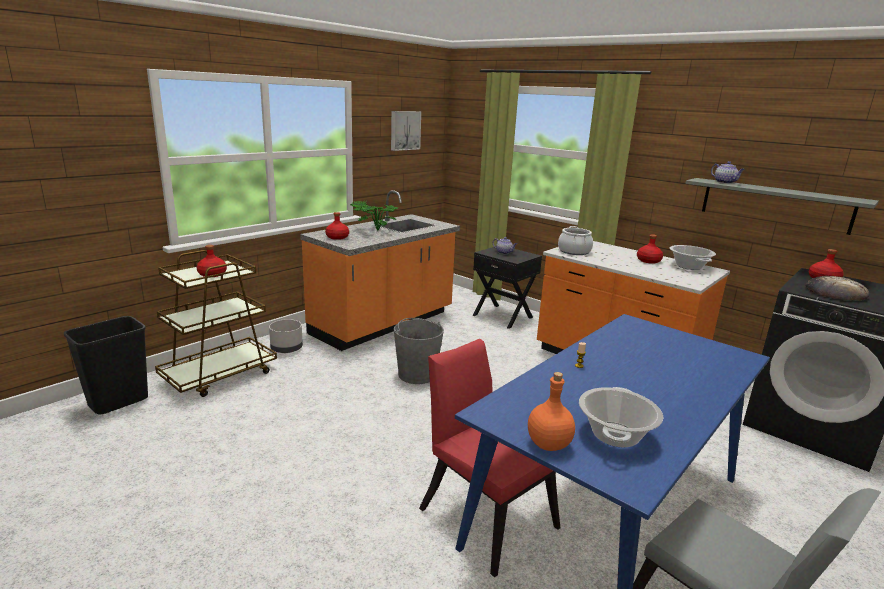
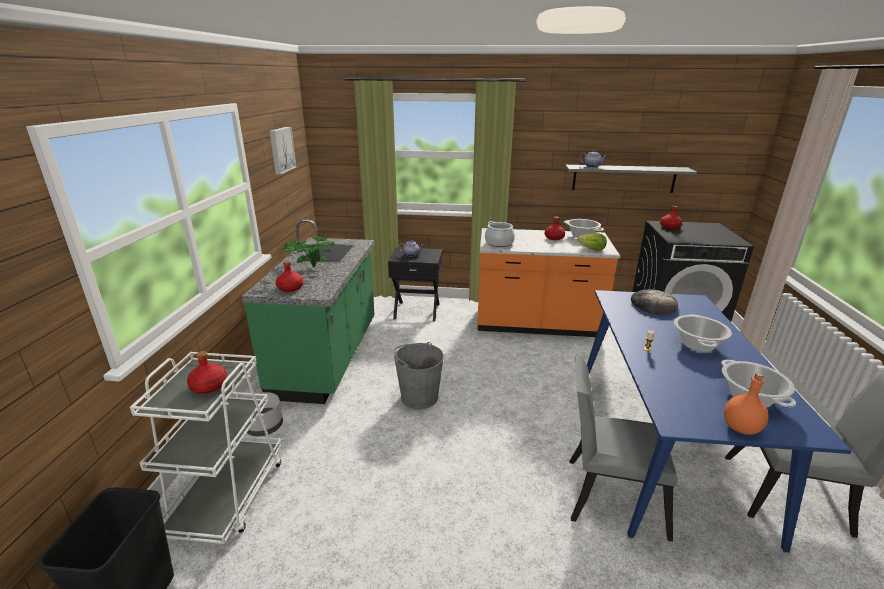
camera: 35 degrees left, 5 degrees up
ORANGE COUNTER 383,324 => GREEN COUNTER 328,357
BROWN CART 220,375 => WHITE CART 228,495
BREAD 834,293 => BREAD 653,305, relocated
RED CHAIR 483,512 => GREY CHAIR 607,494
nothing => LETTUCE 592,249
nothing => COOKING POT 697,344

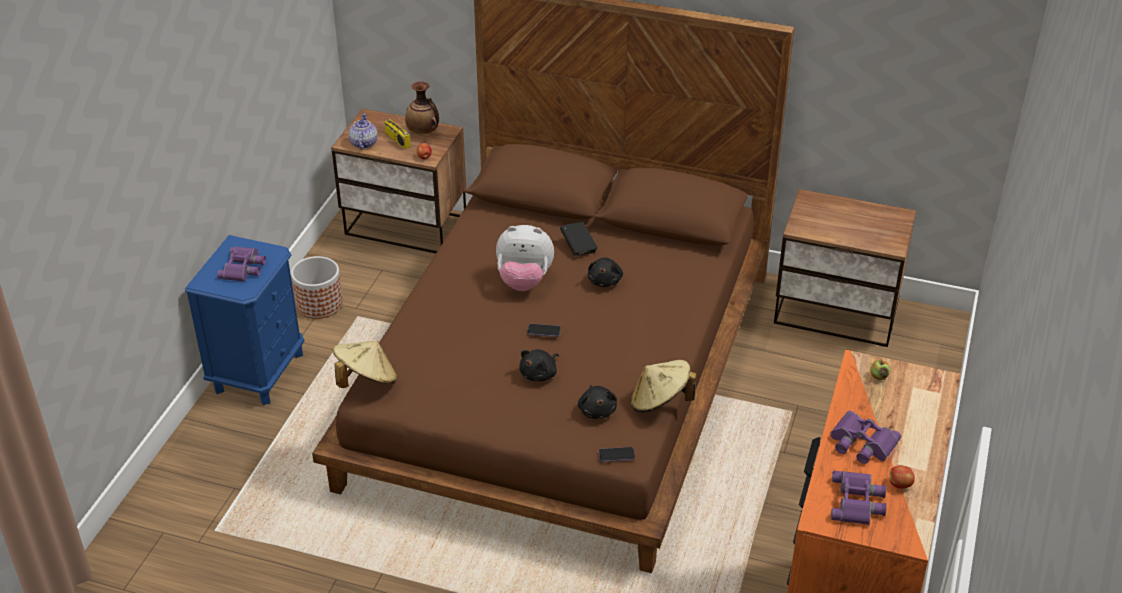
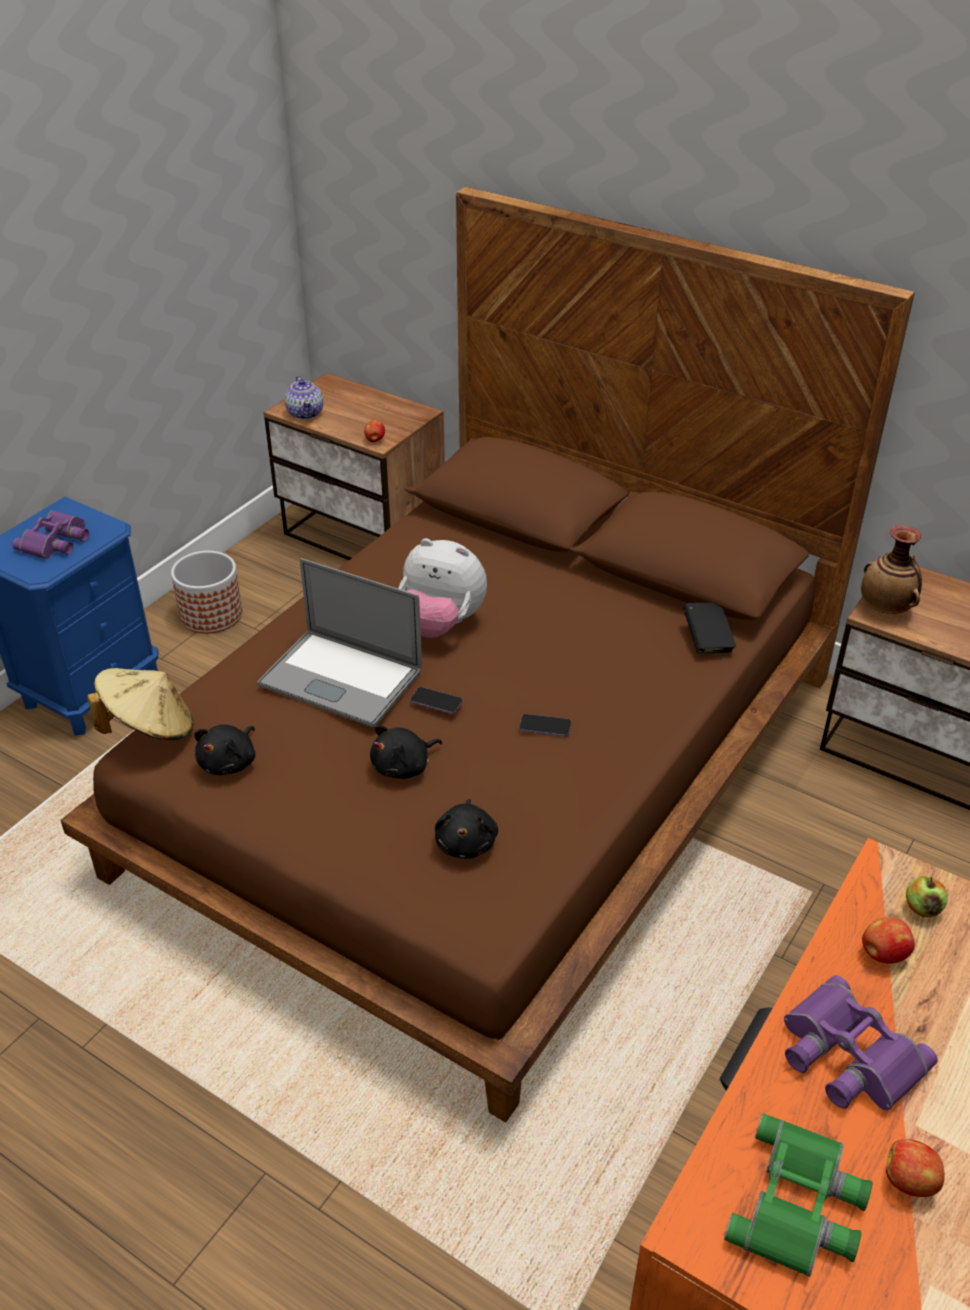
camera: 15 degrees right, 0 degrees up
VASE 423,132 => VASE 885,609, relocated
RADIO 396,140 => nothing
TEAPOT 363,143 => TEAPOT 305,413, 150 degrees clockwise
BLACK BOOK 578,247 => BLACK BOOK 707,639, relocated
BLACK PLUSH TOY 605,280 => BLACK PLUSH TOY 230,762, relocated
BEIGE HAT 660,402 => nothing
PHONE 616,455 => PHONE 545,726, relocated
PURPLE BINOCULARS 858,502 => GREEN BINOCULARS 800,1206
nothing => LAPTOP 340,678
nothing => APPLE 883,954

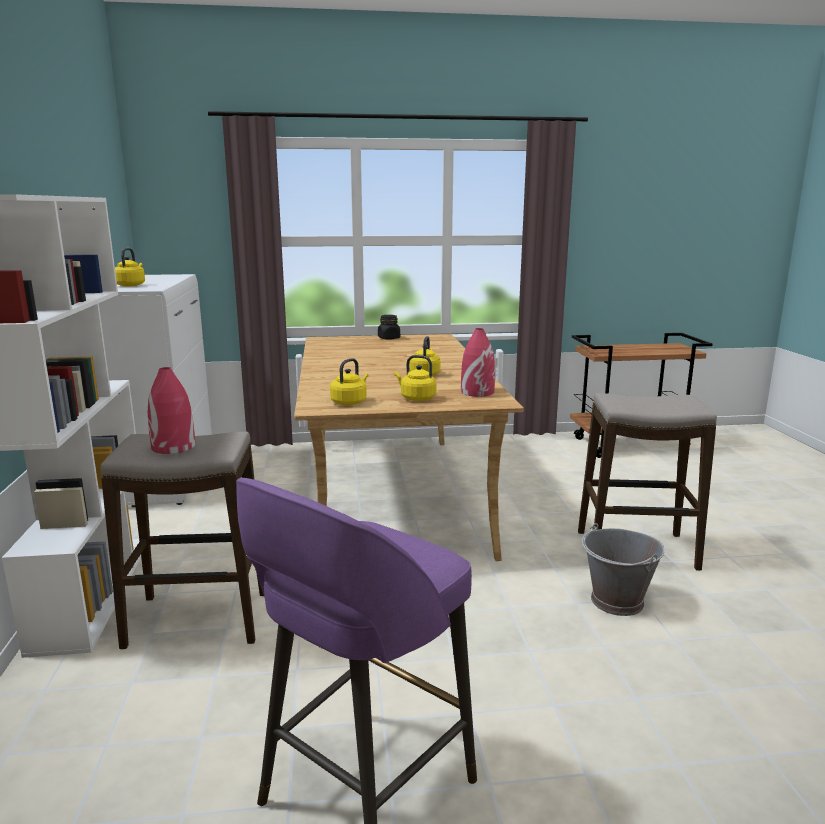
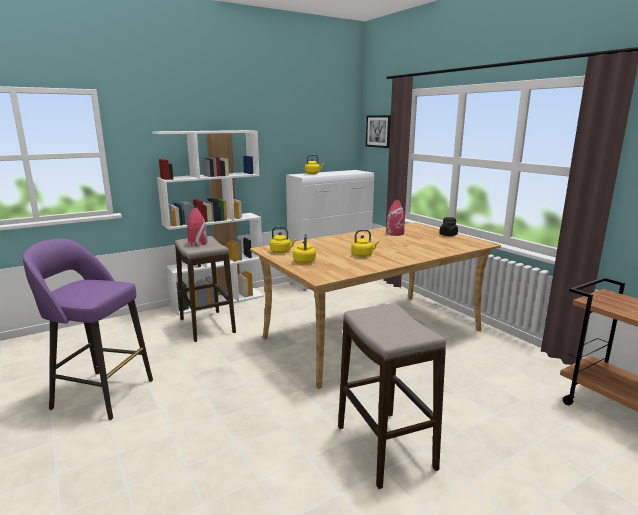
camera: 65 degrees right, 0 degrees up
RED VASE 477,392 => RED VASE 395,233, relocated
GREY BUCKET 617,601 => nothing
nothing => PICTURE 379,131

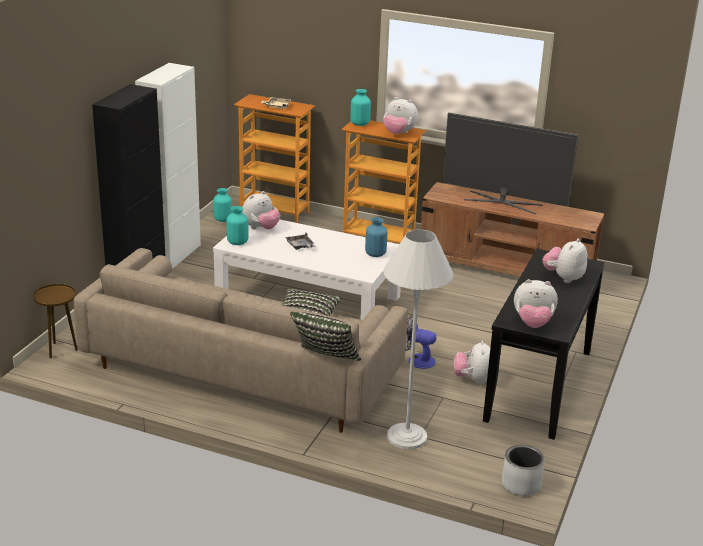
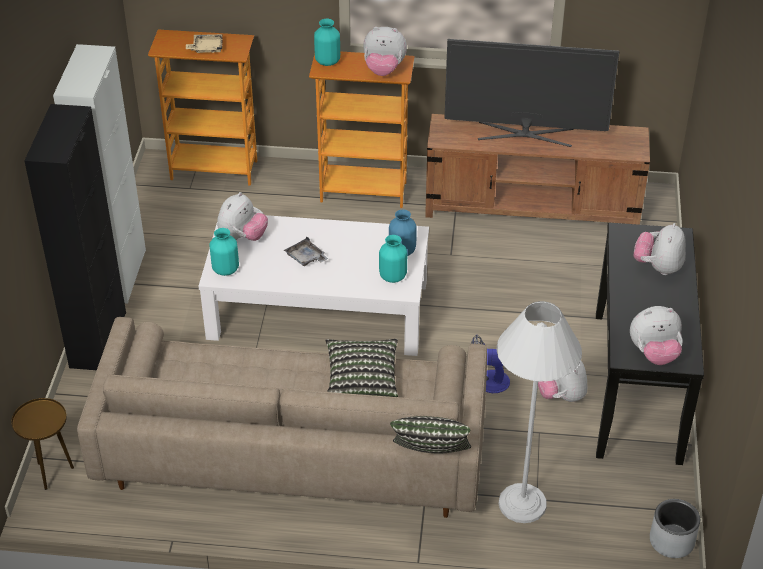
camera: 15 degrees left, 15 degrees up
TURQUOISE VASE 223,219 => TURQUOISE VASE 393,276, relocated

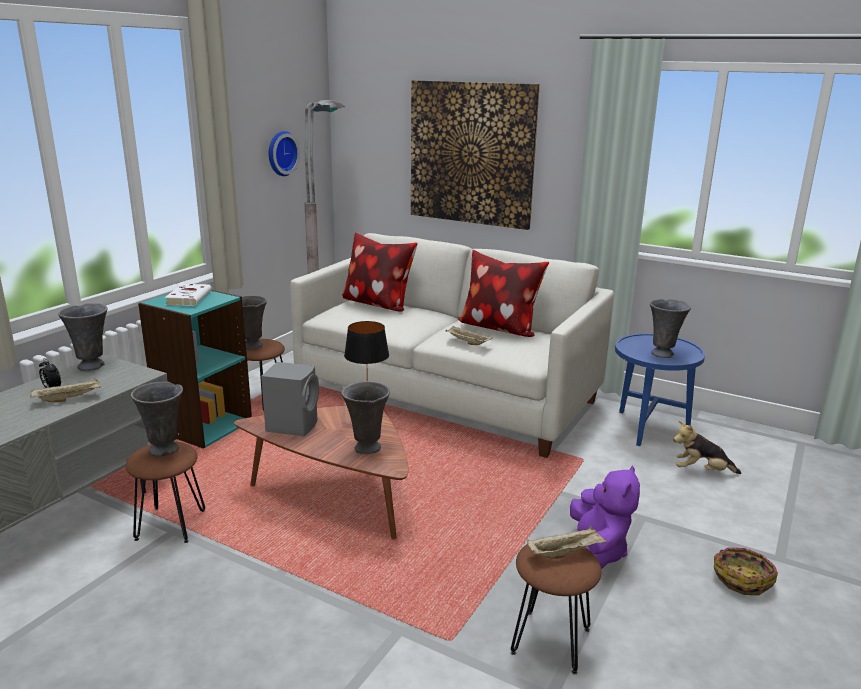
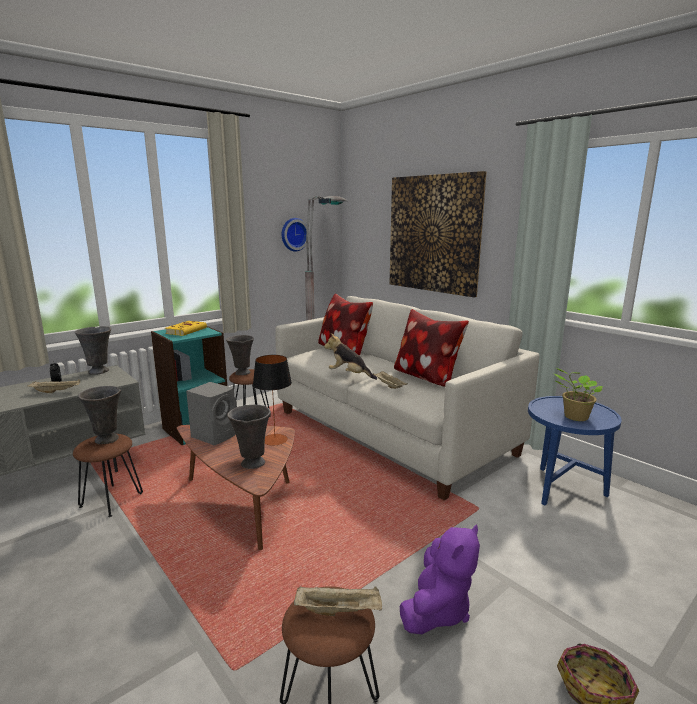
camera: 20 degrees right, 5 degrees down
WHITE BOOK 189,298 => YELLOW BOOK 187,330
GREY VASE 663,354 => POTTED PLANT 574,417
PLUSH TOY 701,471 => PLUSH TOY 349,375, relocated

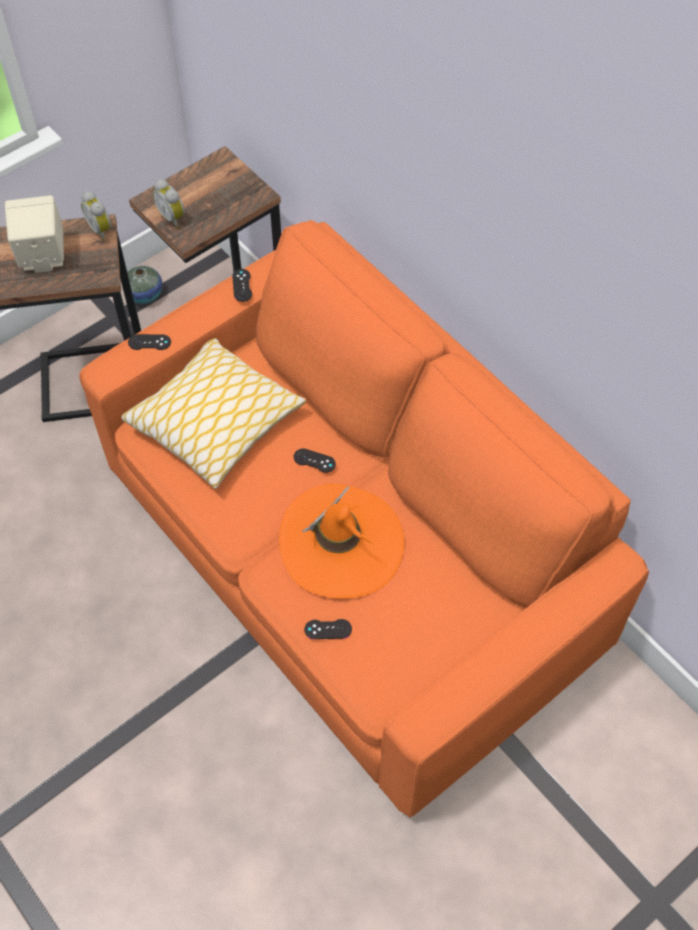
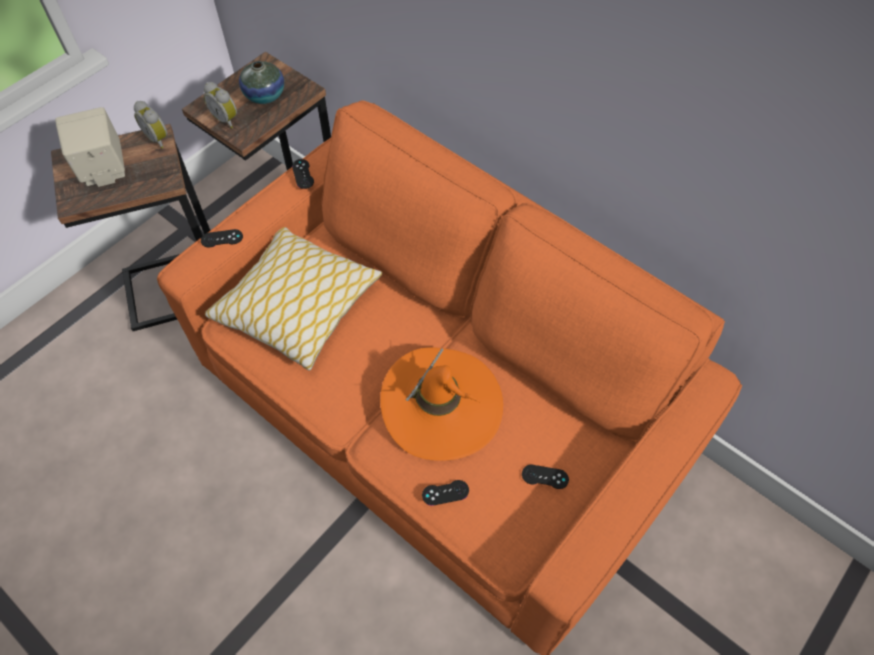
camera: 10 degrees left, 0 degrees up
VASE 144,294 => VASE 265,95, relocated
BLACK GAME CONTROLLER 314,460 => BLACK GAME CONTROLLER 545,477, relocated

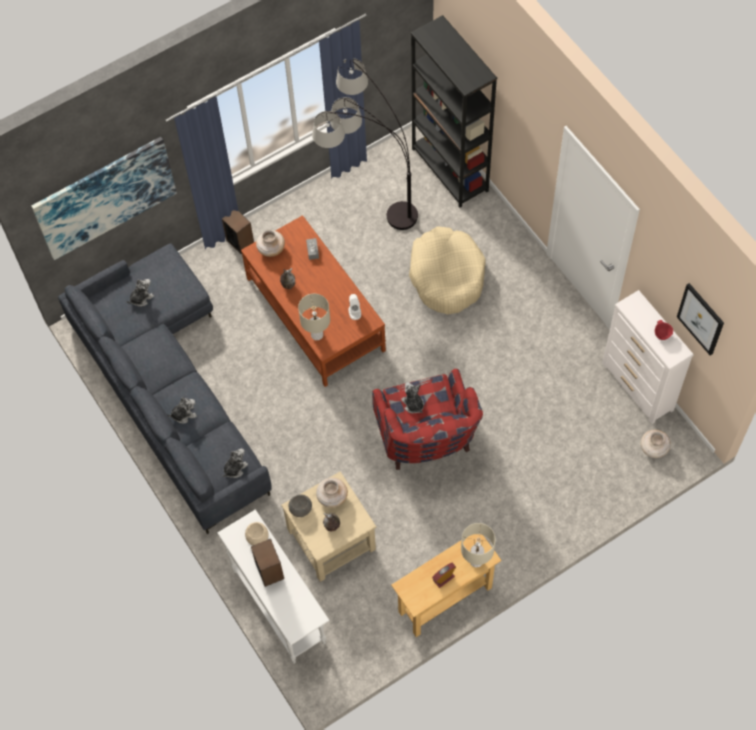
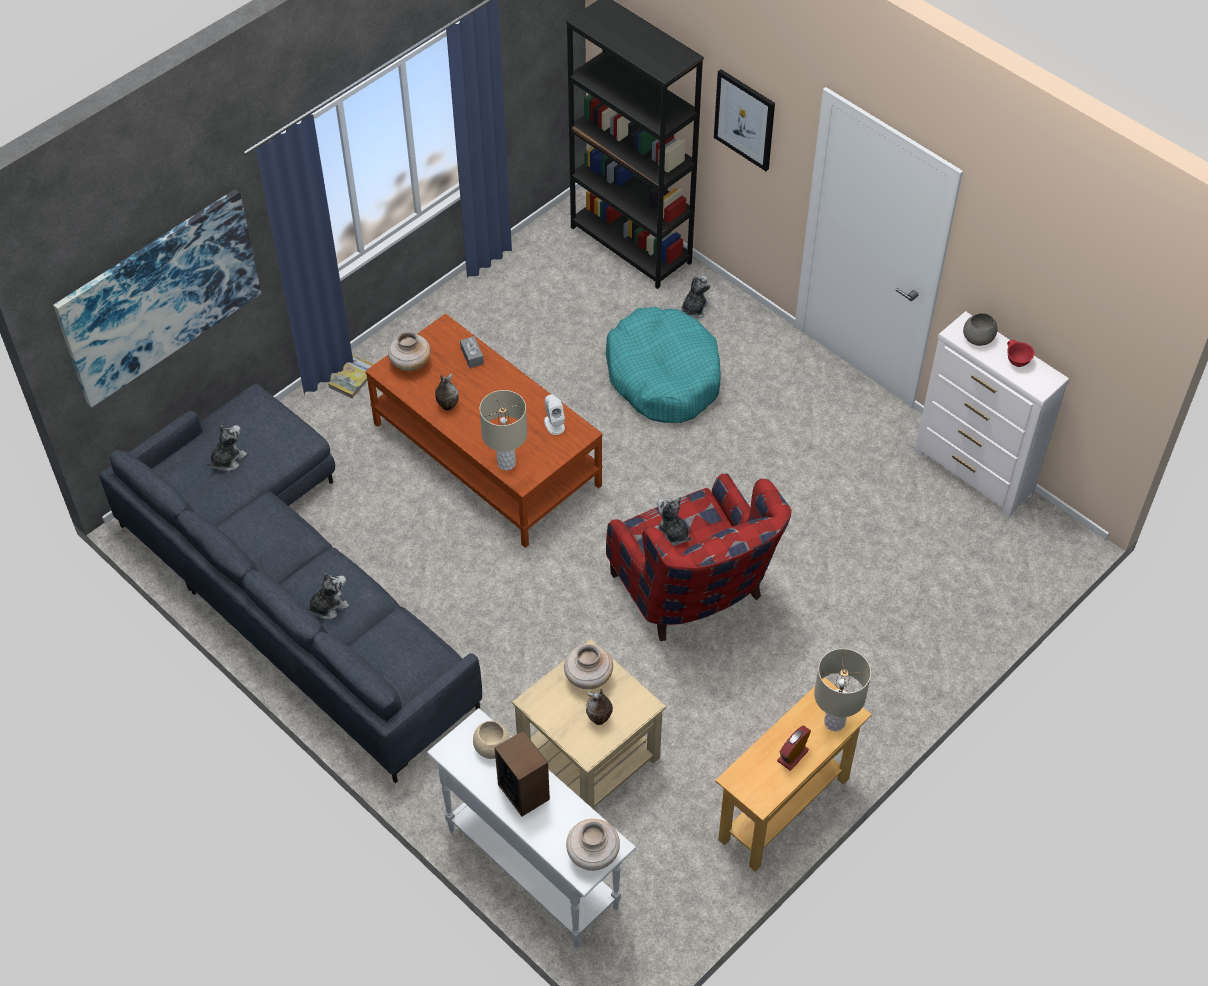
camera: 15 degrees left, 10 degrees down
FLOOR LAMP 365,206 => nothing
SPEAKER 240,241 => BOOK 353,378
BEIGE DOG BED 446,276 => TURQUOISE DOG BED 663,376
PICTURE 701,319 => PICTURE 745,119, relocated
BEIGE VASE 653,449 => BEIGE VASE 592,855, relocated
PLUSH TOY 235,468 => PLUSH TOY 694,309, relocated
GREY BOWL 301,508 => GREY BOWL 979,337, relocated

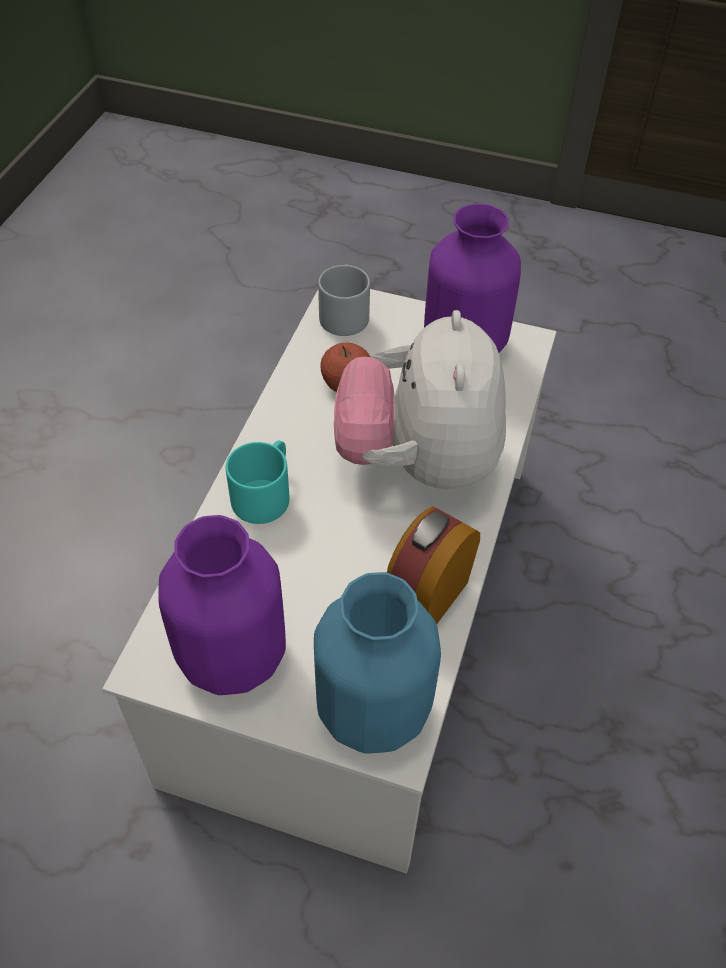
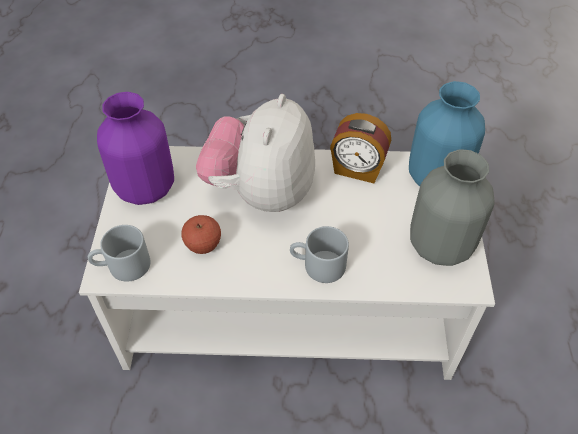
camera: 105 degrees left, 0 degrees up
PLUSH TOY 419,461 => PLUSH TOY 261,192, 120 degrees clockwise
TURQUOISE MUG 264,492 => GREY MUG 317,265
PURPLE VASE 231,655 => GREY VASE 440,246

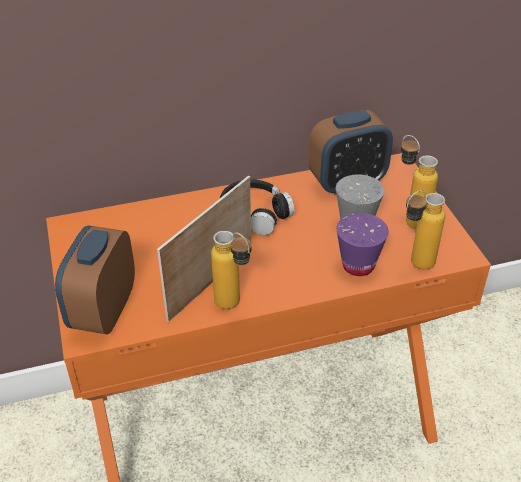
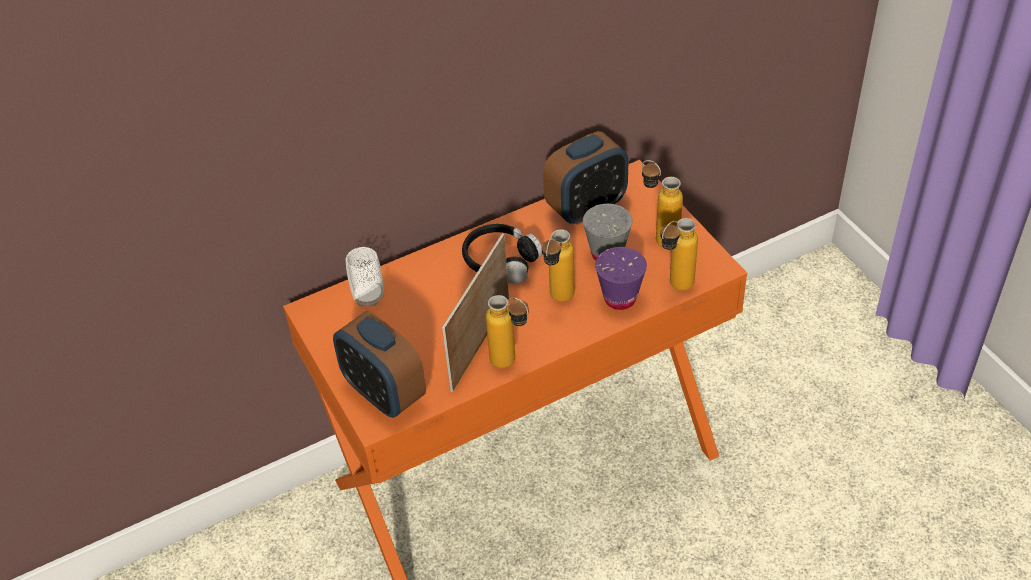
camera: 10 degrees left, 5 degrees up
ALARM CLOCK 103,311 => ALARM CLOCK 384,393, 45 degrees counterclockwise
nothing => BOTTLE 558,301
nothing => CUP 368,297

